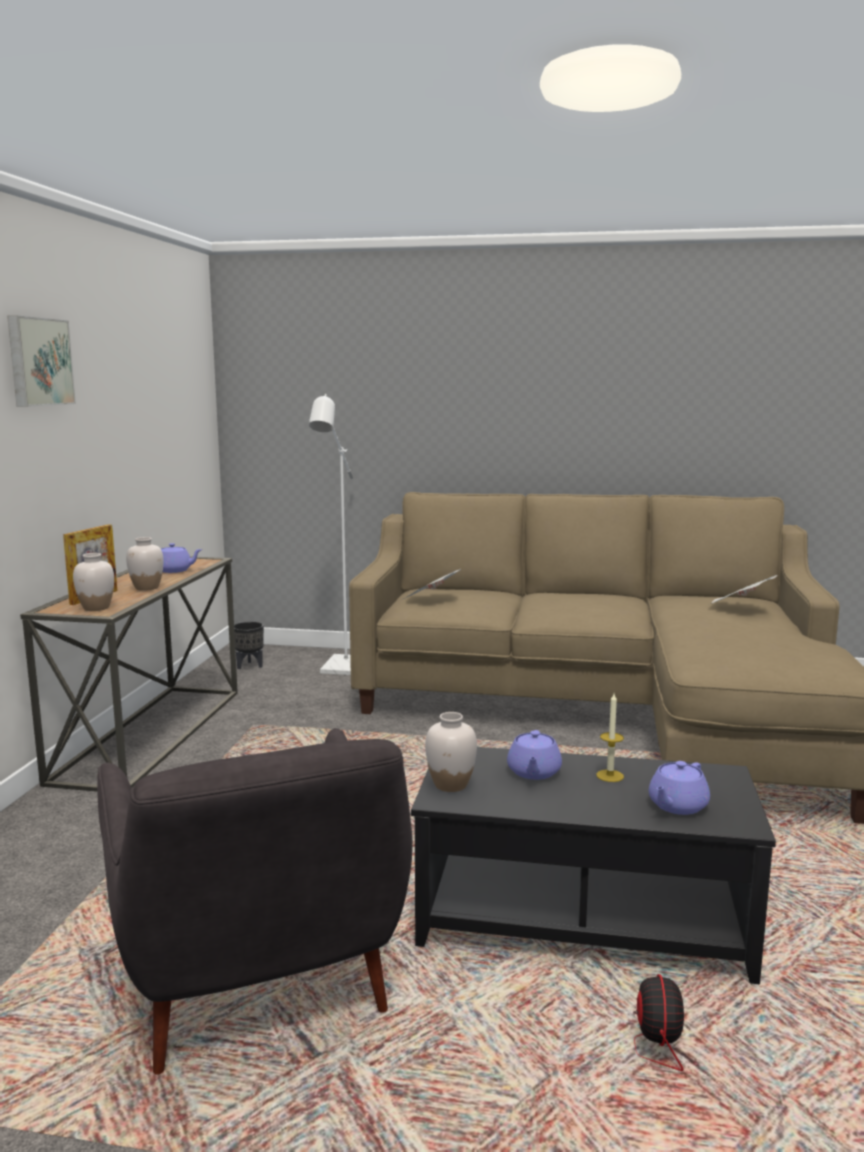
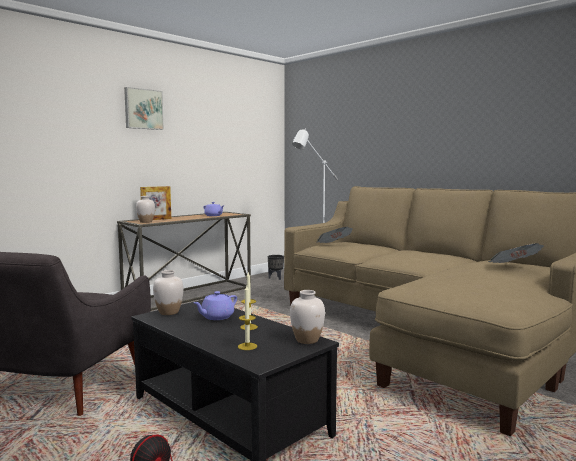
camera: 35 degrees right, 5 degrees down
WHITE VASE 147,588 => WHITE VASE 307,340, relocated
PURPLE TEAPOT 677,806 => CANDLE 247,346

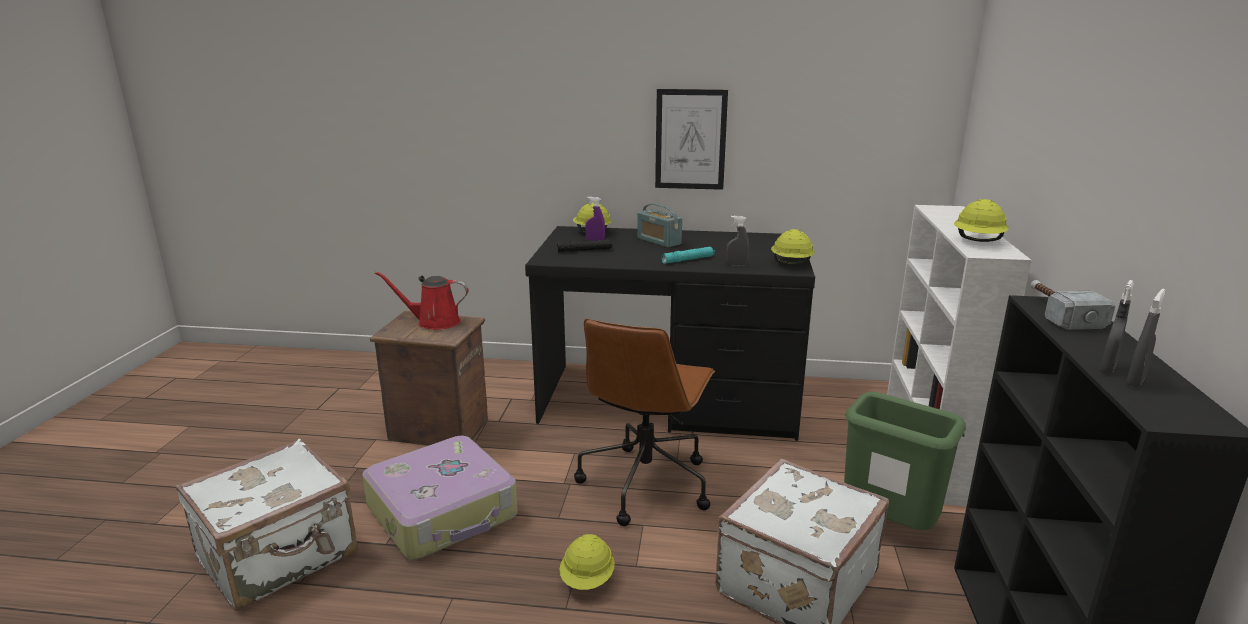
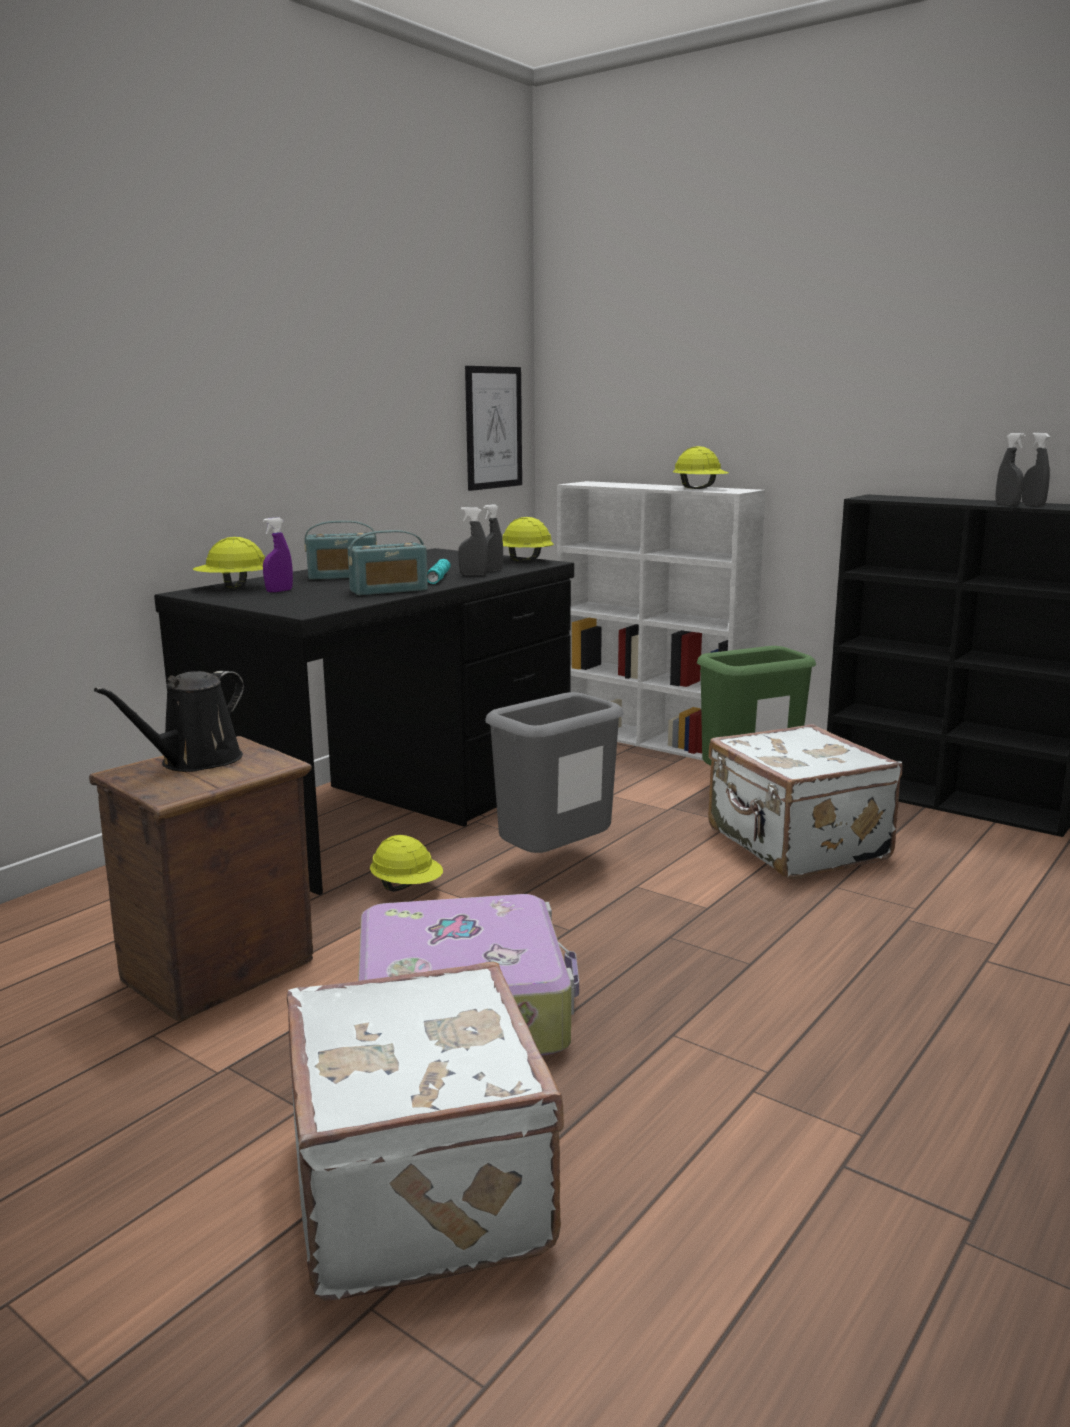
camera: 60 degrees left, 5 degrees down
PICTURE 690,139 => PICTURE 493,428, relocated
BLACK FLASHLIGHT 584,250 => nothing
RED WATERING CAN 434,322 => BLACK WATERING CAN 195,762
HAMMER 1058,313 => nothing
BROWN OFFICE CHAIR 645,483 => GREY TRASH CAN 555,864
YELLOW HARD HAT 588,580 => YELLOW HARD HAT 407,887, relocated
nothing => GREY SPRAY BOTTLE 473,575
nothing => RADIO 389,590

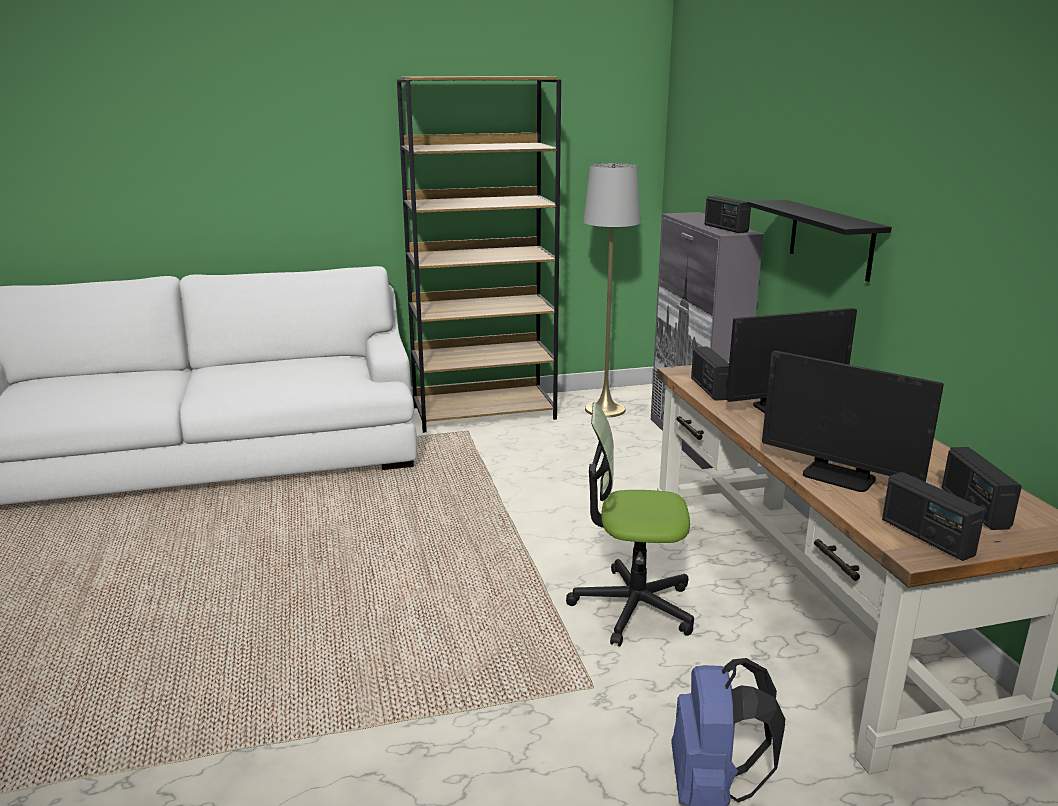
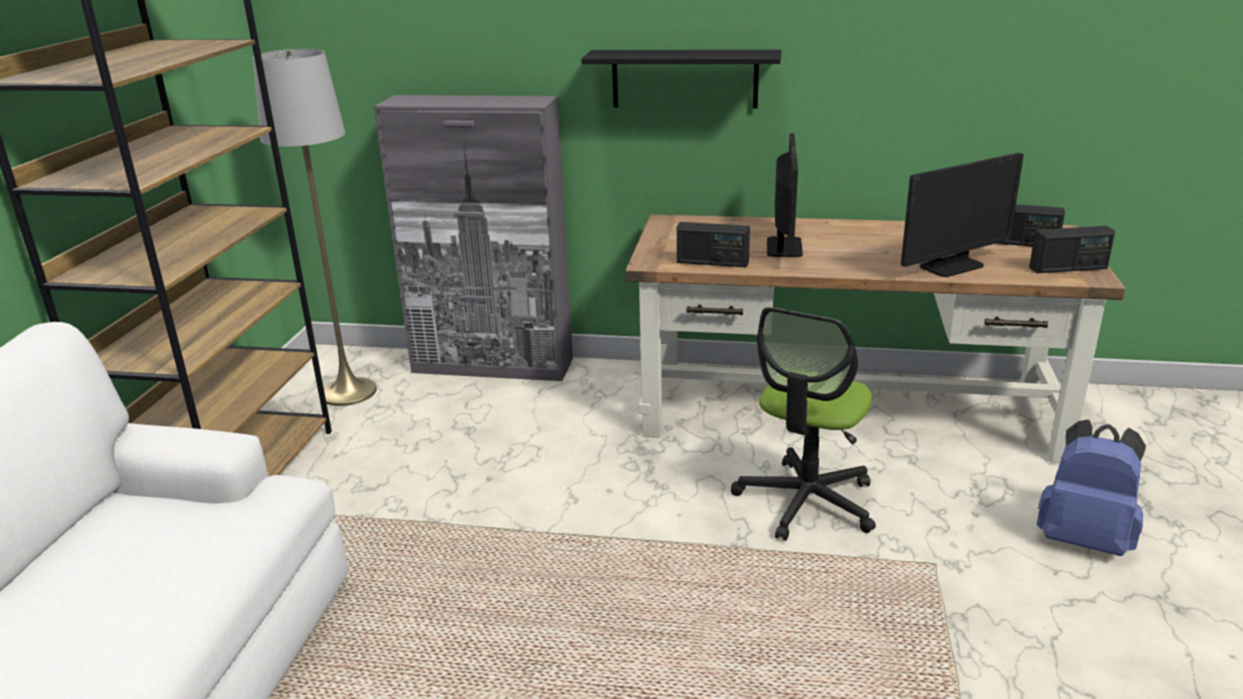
camera: 65 degrees left, 5 degrees up
RADIO 725,228 => nothing

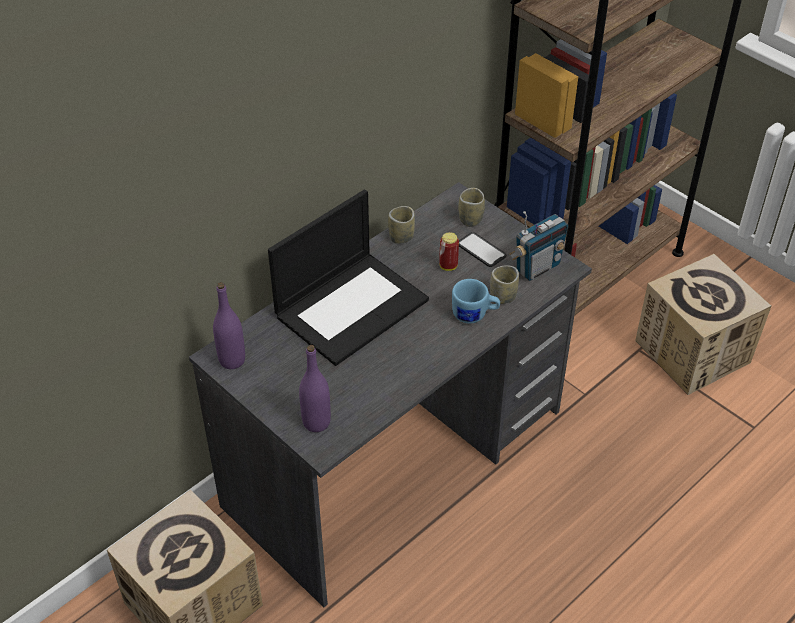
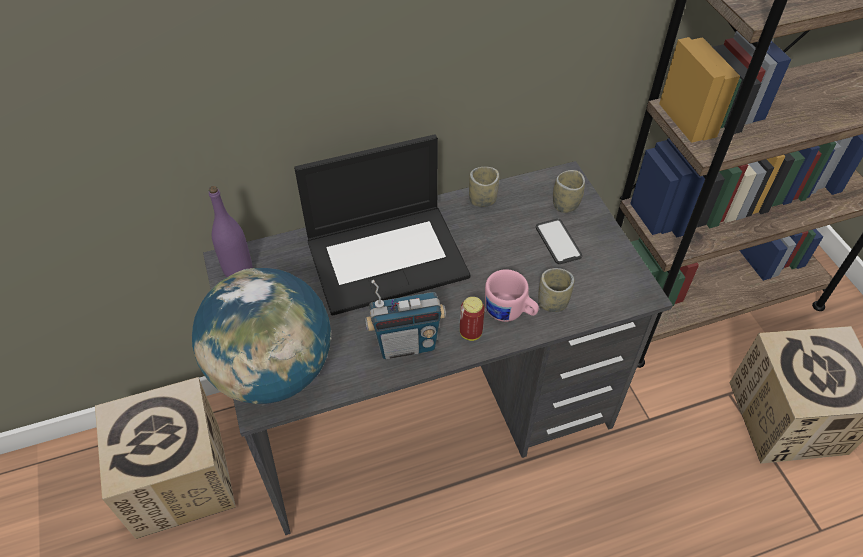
camera: 25 degrees right, 5 degrees up
RADIO 537,267 => RADIO 406,345, relocated
CAN 448,266 => CAN 470,333, relocated
BLUE MUG 474,315 => PINK MUG 510,312
PURPLE BOTTLE 316,422 => GLOBE 273,371

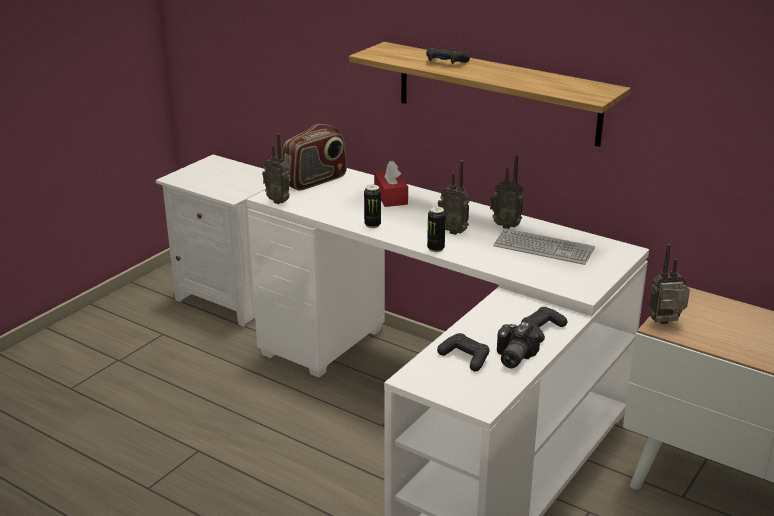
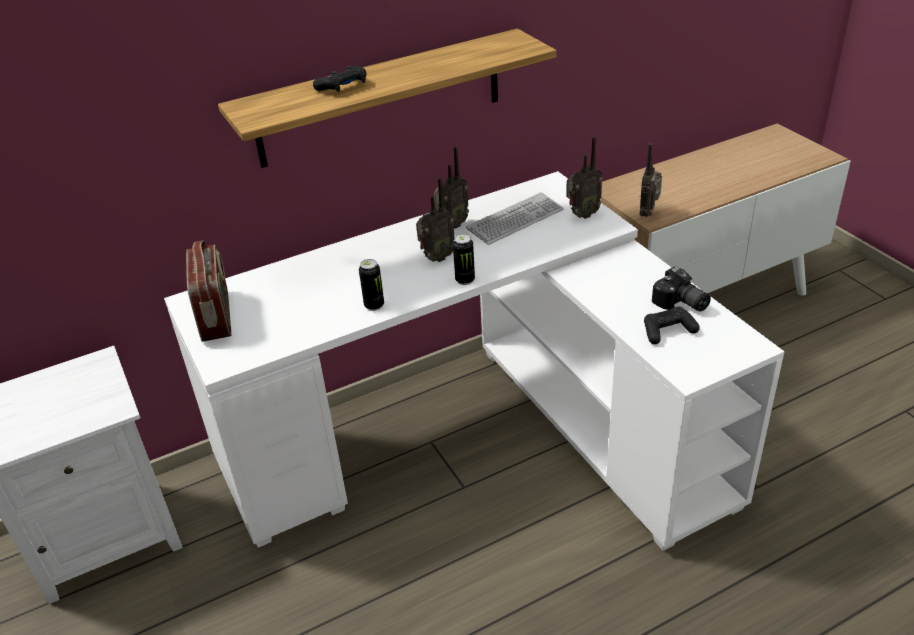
camera: 60 degrees left, 10 degrees up
RADIO 278,201 => RADIO 581,215, relocated
RED TISSUE BOX 390,196 => nothing
BLACK GAME CONTROLLER 542,330 => nothing

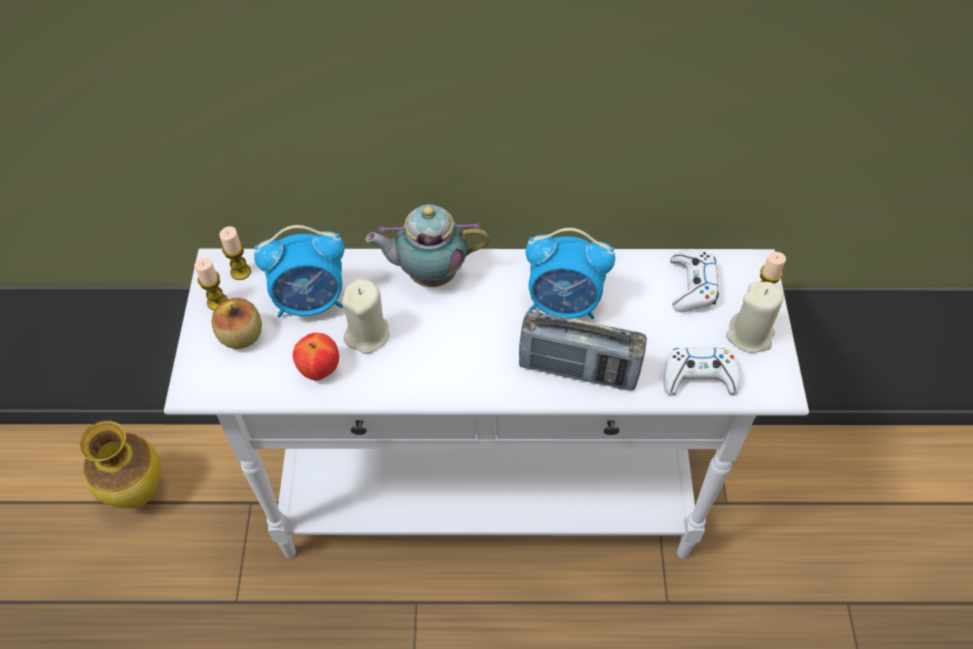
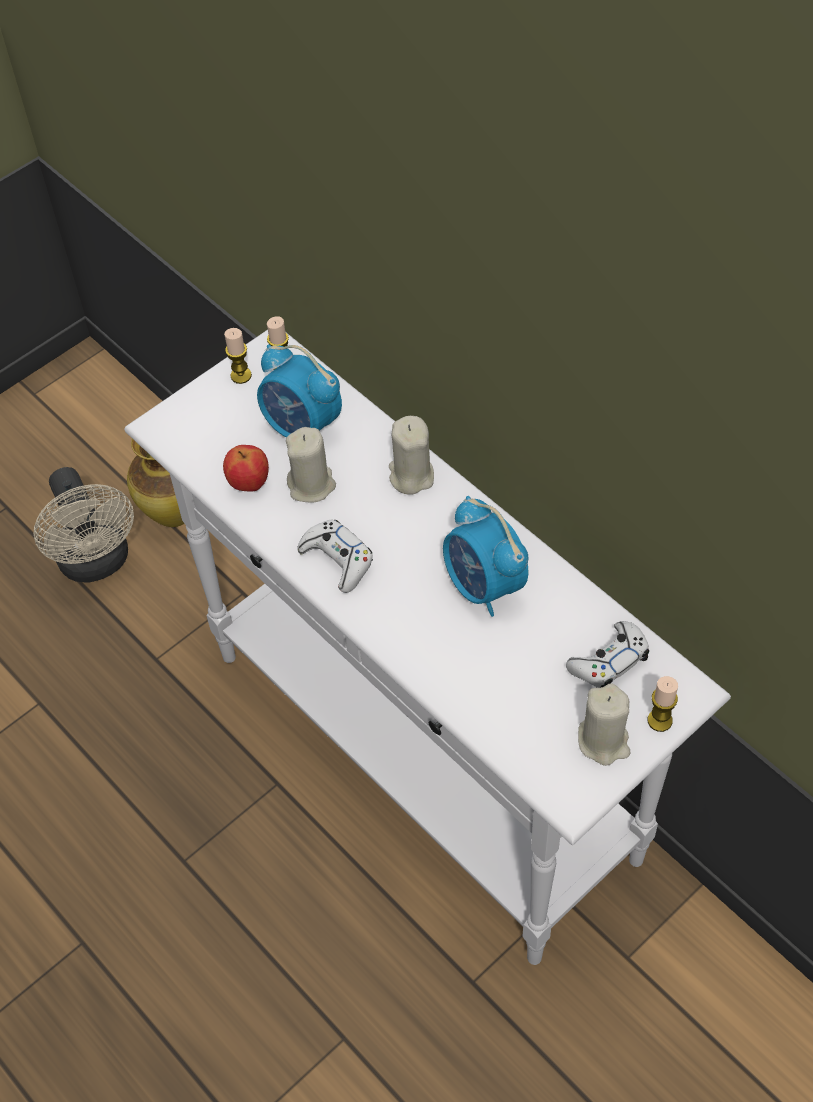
camera: 50 degrees right, 0 degrees up
TEAPOT 429,274 => BEIGE CANDLE 411,476
APPLE 241,336 => nothing
RADIO 578,370 => nothing
WHITE GAME CONTROLLER 698,377 => WHITE GAME CONTROLLER 337,560, relocated
nothing => BEIGE FAN 97,563

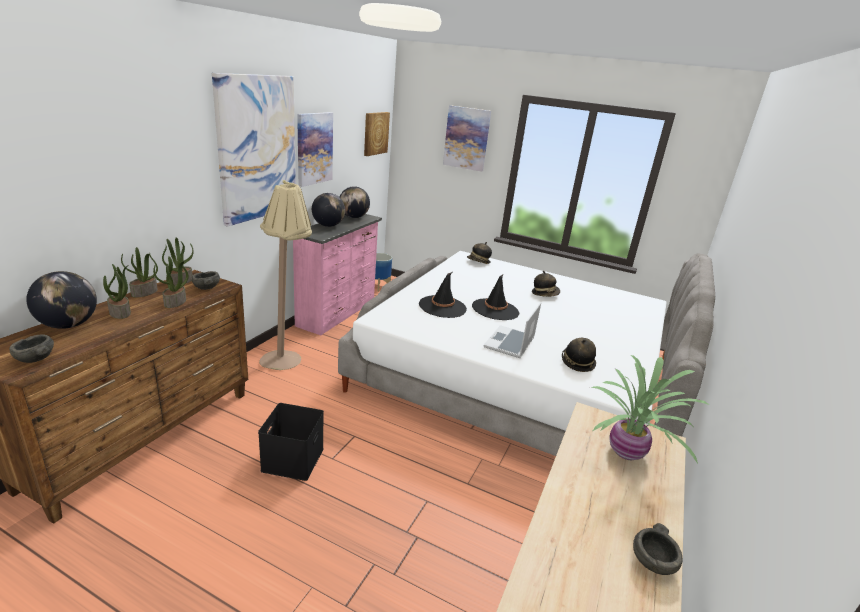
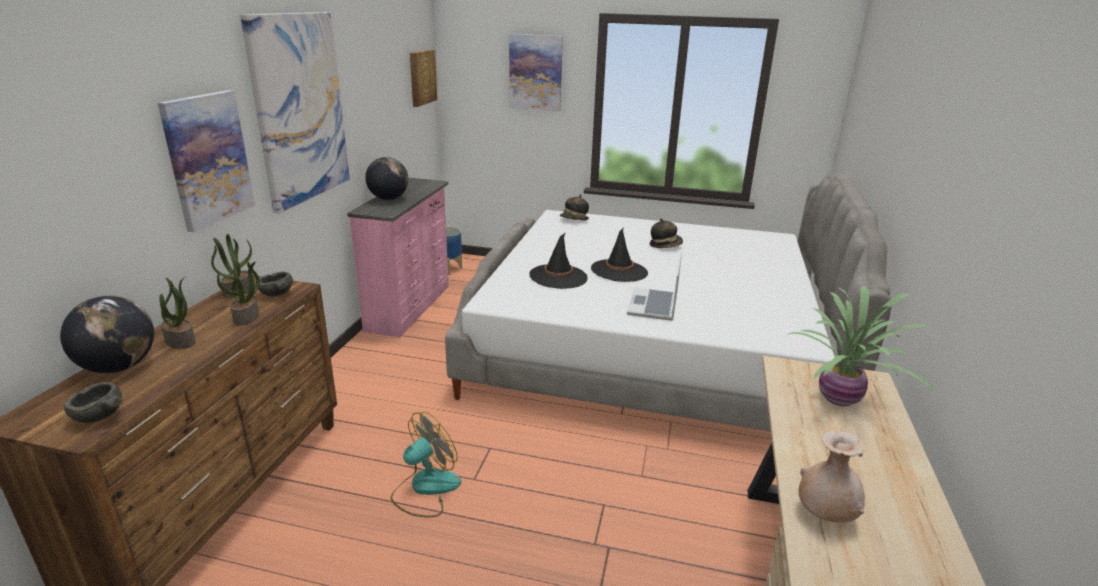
camera: 10 degrees left, 0 degrees up
PICTURE 314,148 => PICTURE 208,159, relocated
BEIGE FLOOR LAMP 286,364 => nothing
GLOBE 354,217 => nothing
POTTED PLANT 144,293 => nothing
HAT 577,363 => nothing
BLACK STORAGE BOX 292,458 => FAN 425,488
GREY BOWL 653,562 => nothing
nothing => BEIGE VASE 825,515

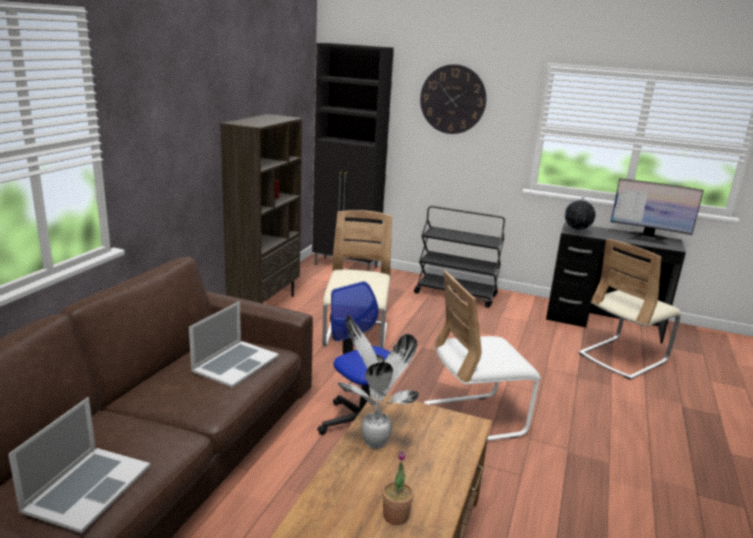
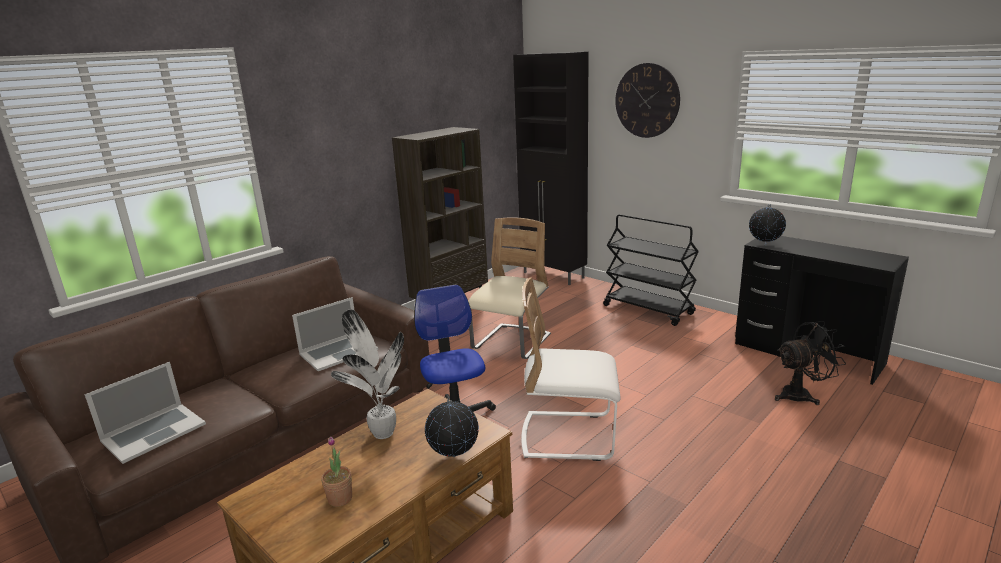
camera: 25 degrees right, 0 degrees up
MONITOR 648,238 => nothing
BEIGE CHAIR 622,357 => BLACK FAN 801,395
nothing => GLOBE 454,457

